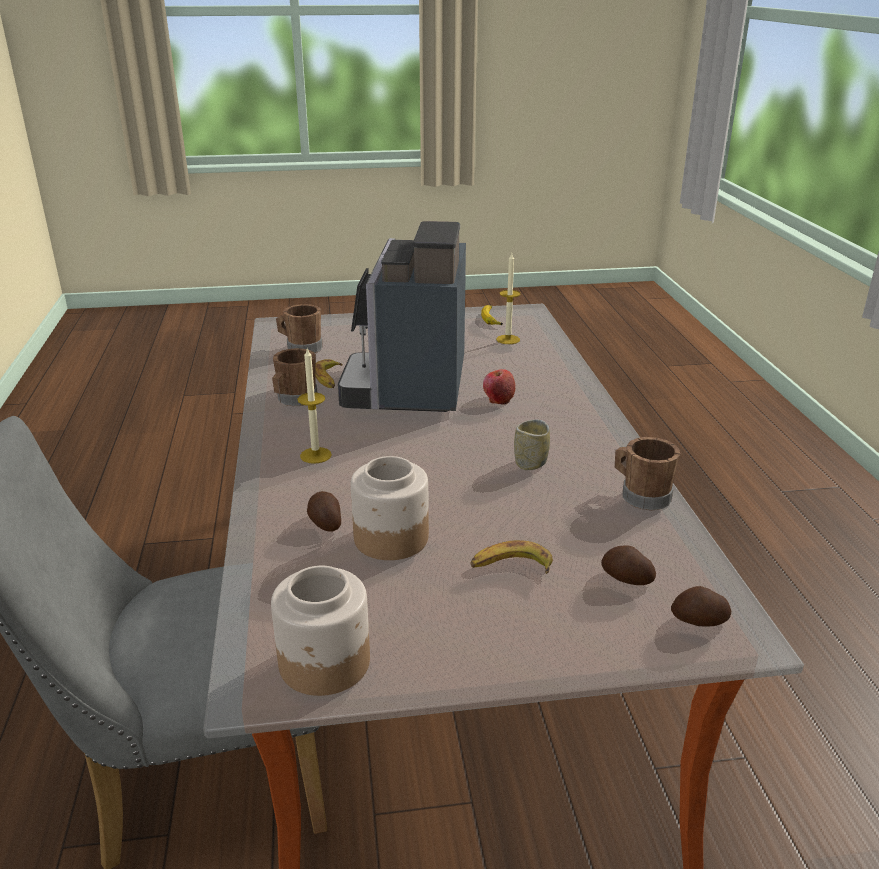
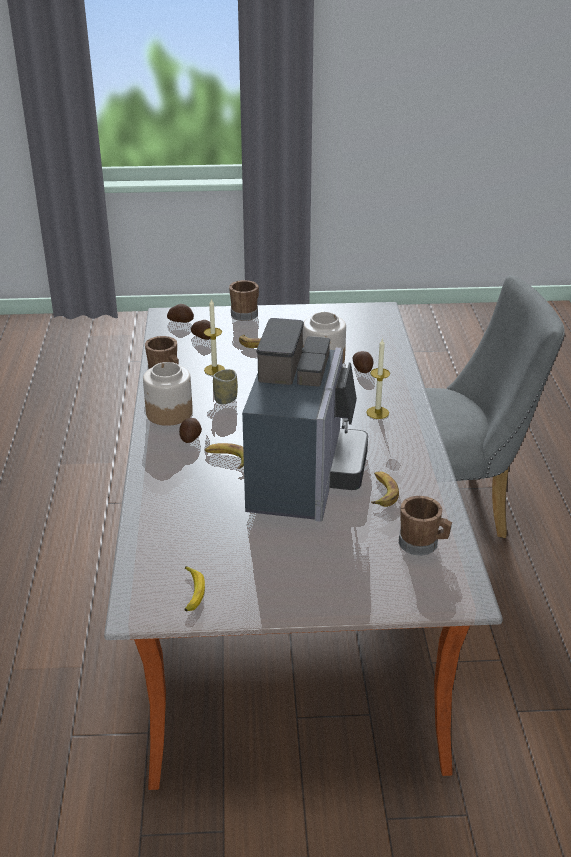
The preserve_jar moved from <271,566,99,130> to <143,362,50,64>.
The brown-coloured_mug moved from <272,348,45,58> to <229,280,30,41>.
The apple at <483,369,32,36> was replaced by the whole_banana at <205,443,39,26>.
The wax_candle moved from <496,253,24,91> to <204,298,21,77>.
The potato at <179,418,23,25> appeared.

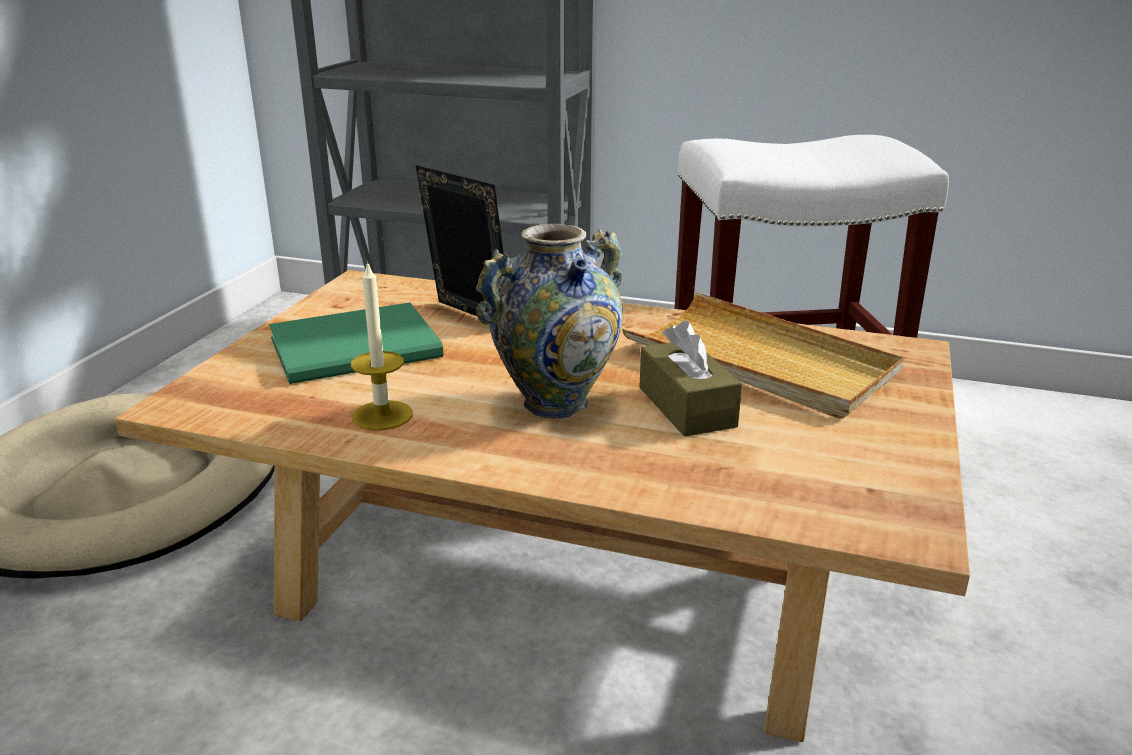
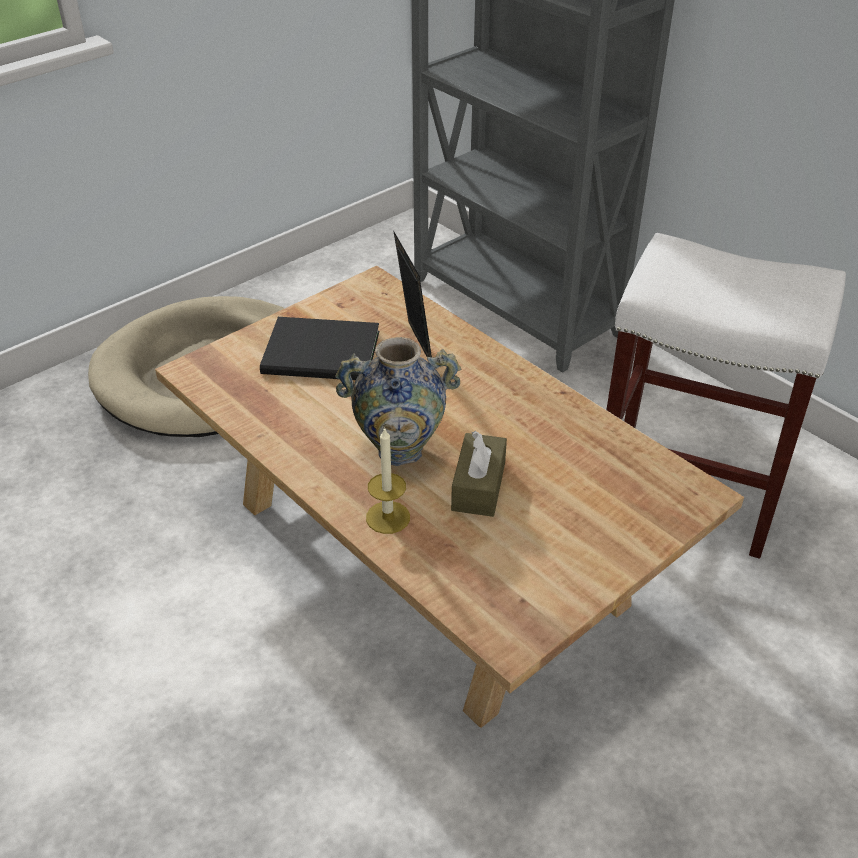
The greenish_book at <269,302,175,82> became the blackish_book at <260,317,119,63>.
The wax_candle moved from <351,260,62,171> to <366,427,44,107>.
The beige-coloured_carrying_tray at <622,292,282,127> disappeared.

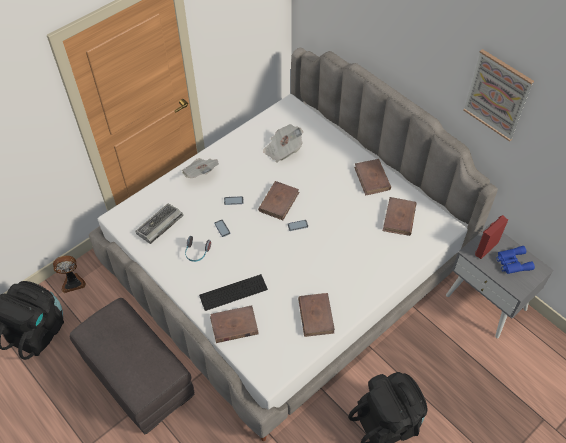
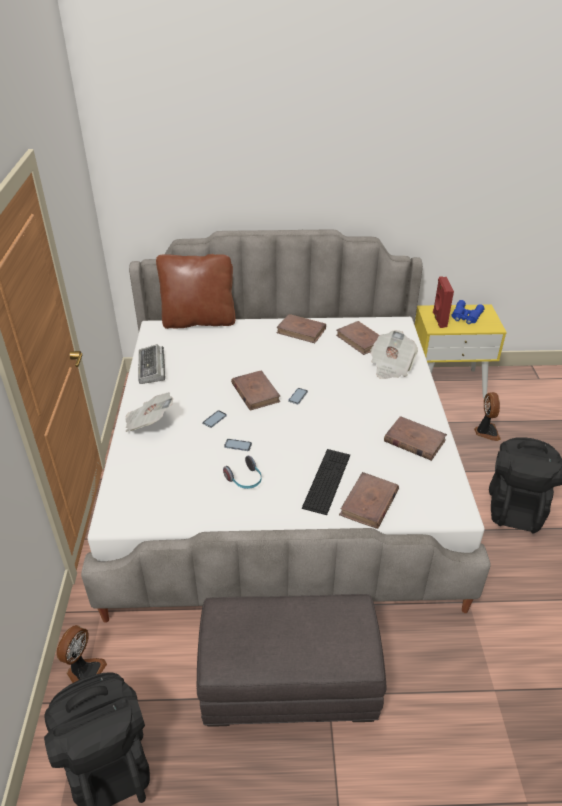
The computer_keyboard moved from <135,204,48,40> to <139,344,26,40>.
The newspaper moved from <263,124,40,38> to <370,330,48,49>.
The gray_bedside_table at <446,223,108,115> became the yellowish_bedside_table at <415,304,92,95>.
The wall_art at <463,49,71,93> disappeared.
The brown-coloured_throw_pillow at <156,254,79,75> appeared.
The fan at <474,392,27,49> appeared.

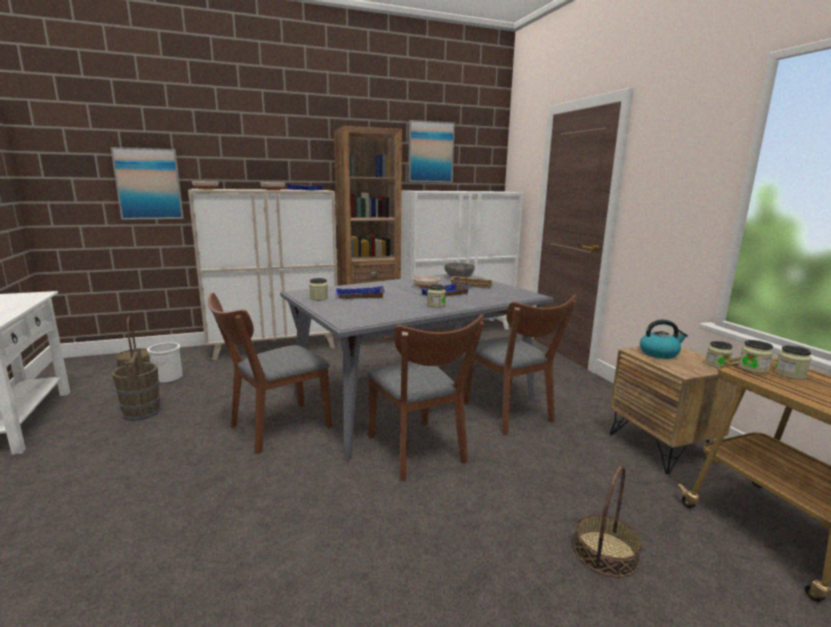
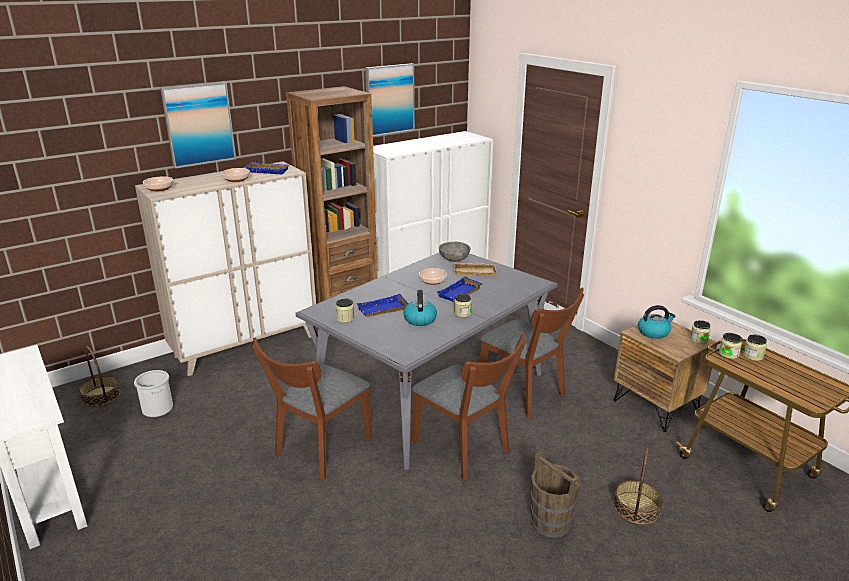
The wall_art moved from <110,147,74,73> to <160,82,76,86>.
The brown-coloured_bucket moved from <112,348,49,73> to <531,451,49,87>.
The water_kettle at <403,290,34,36> appeared.

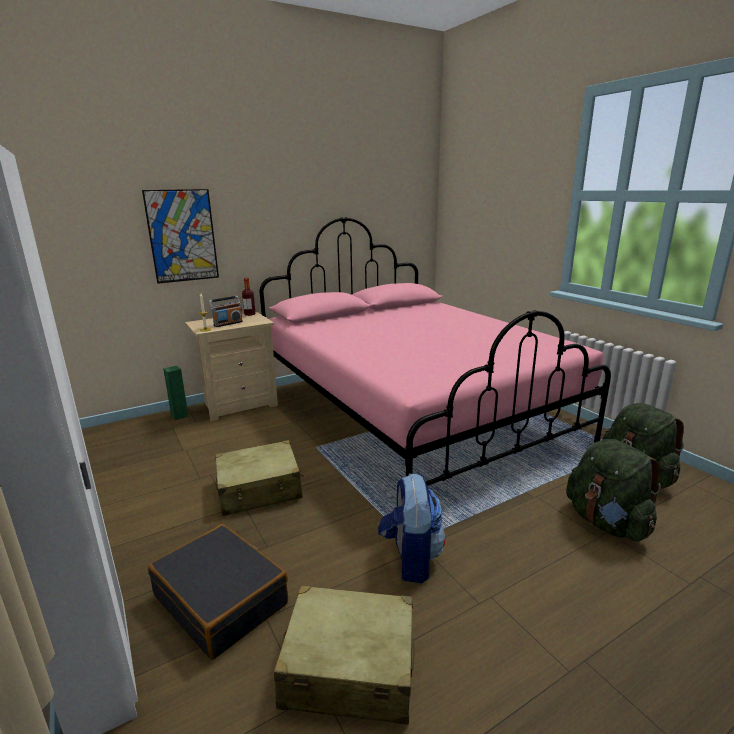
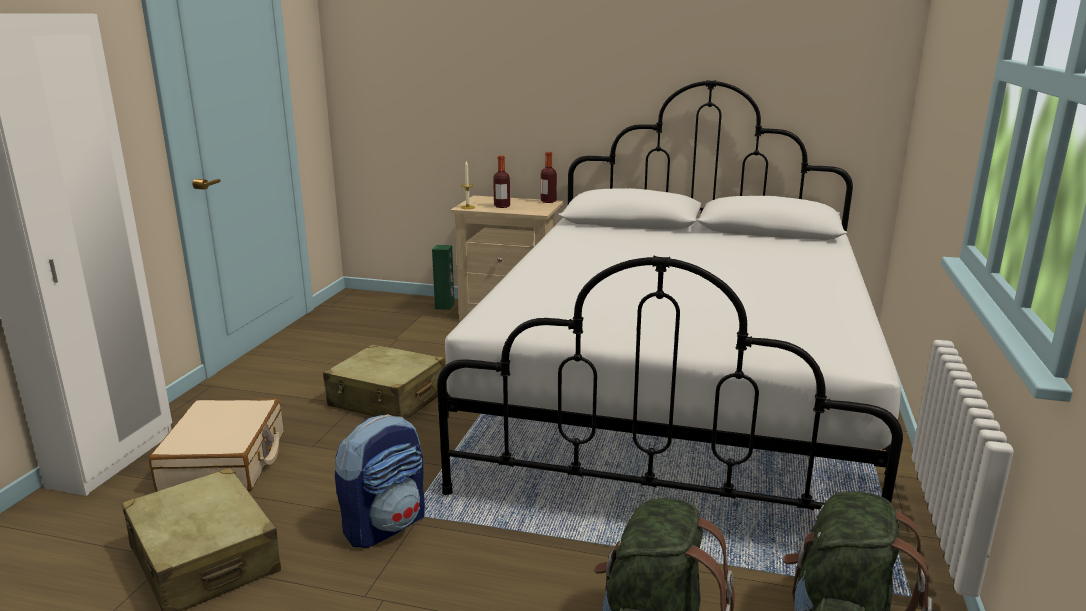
The wall_art at <142,189,77,95> disappeared.
The blackish_travel_case at <148,524,140,136> became the beige-coloured_travel_case at <149,399,135,93>.
The radio_receiver at <209,296,34,31> was replaced by the drink_bottle at <493,155,17,53>.
The pink_bed at <260,217,351,269> became the white_bed at <437,80,466,430>.

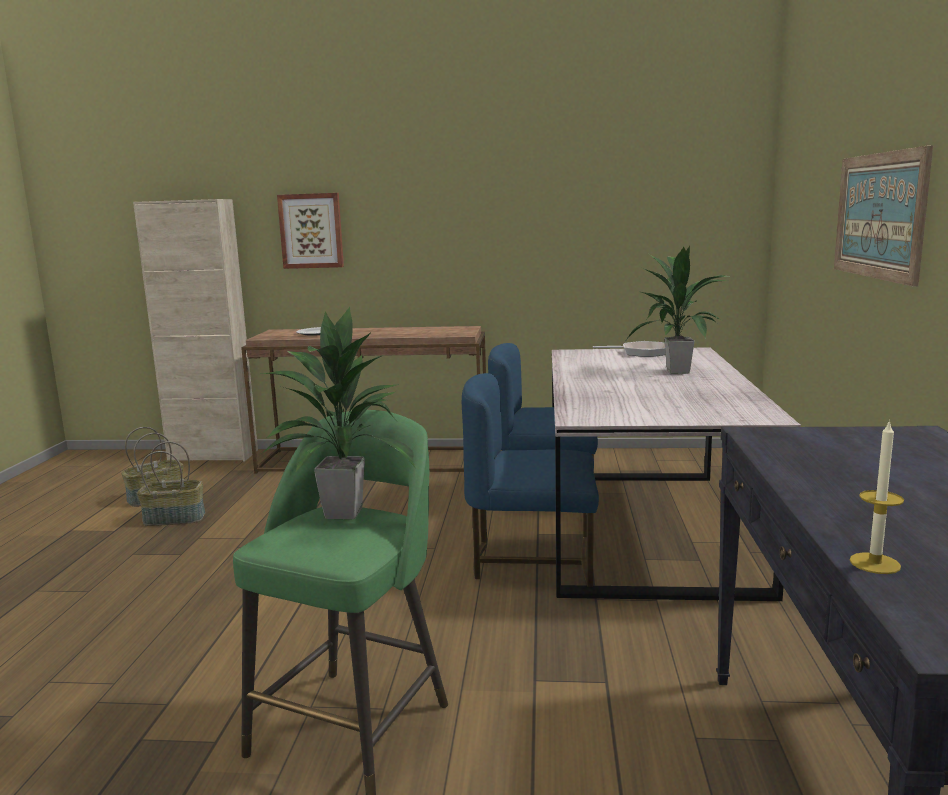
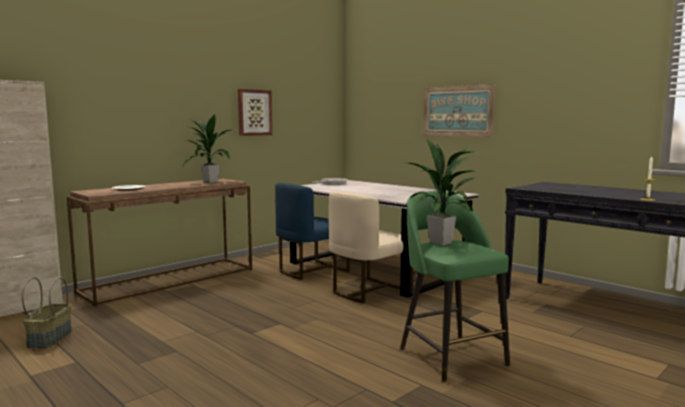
The basket at <137,441,68,85> disappeared.
The wall_art moved from <277,193,67,76> to <238,89,34,47>.
The blue_chair at <462,373,137,214> became the beige-coloured_chair at <329,191,84,112>.
The plant_in_a_pot moved from <624,245,105,129> to <182,114,56,69>.

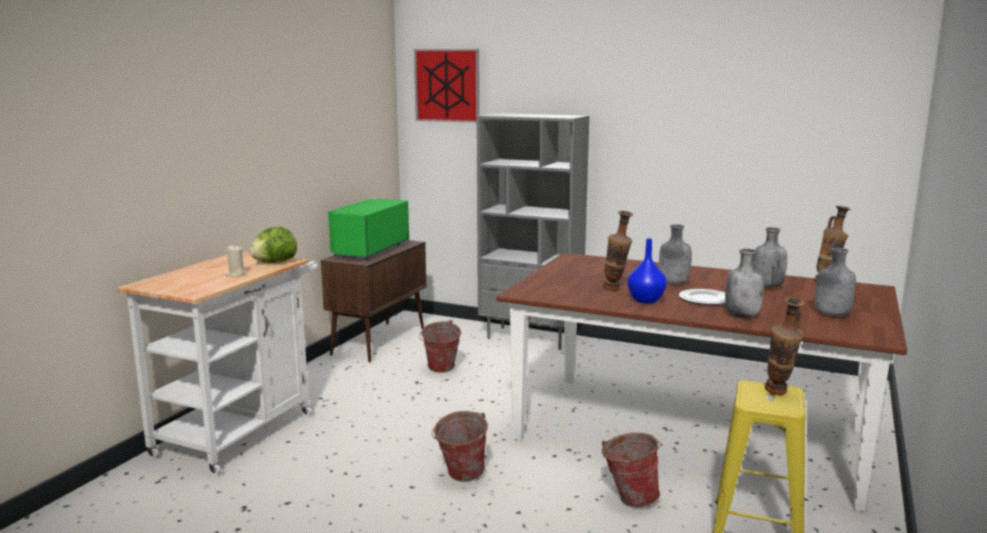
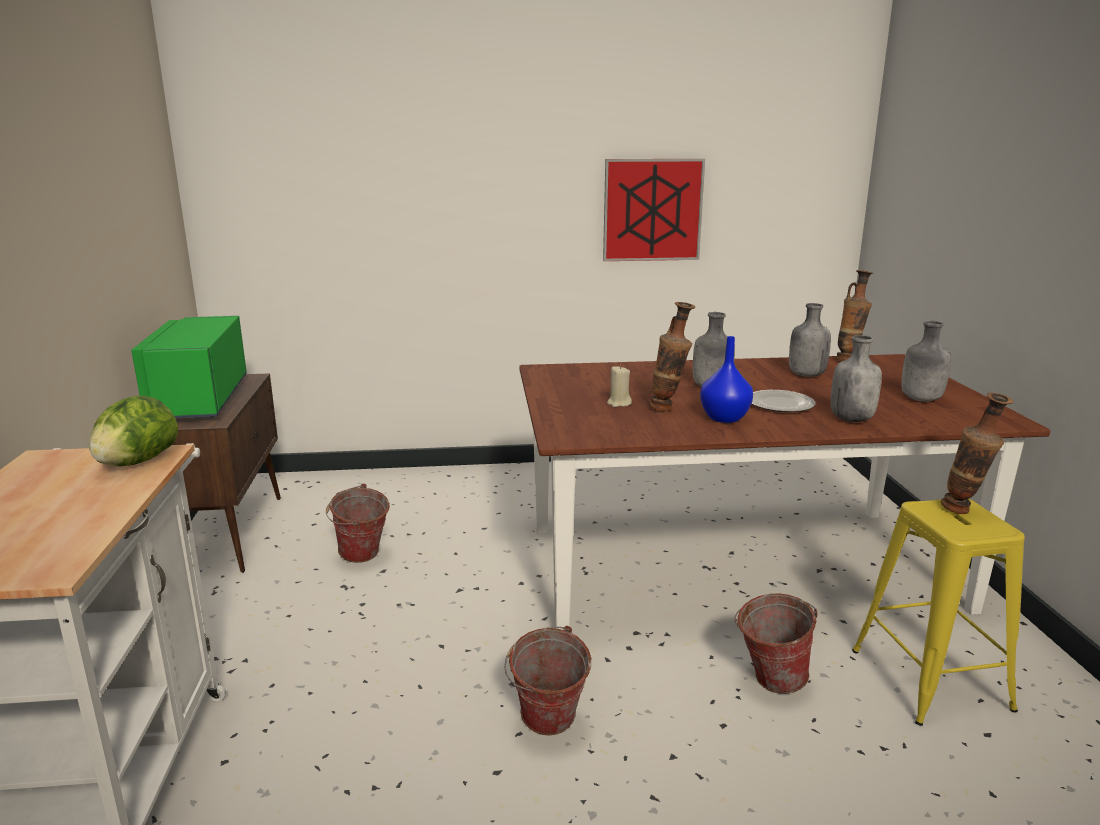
The beige-coloured_wax_candle moved from <226,245,20,32> to <607,365,25,42>.
The wall_art moved from <414,49,65,74> to <603,159,102,102>.
The gray_shelving_unit at <477,113,112,237> disappeared.

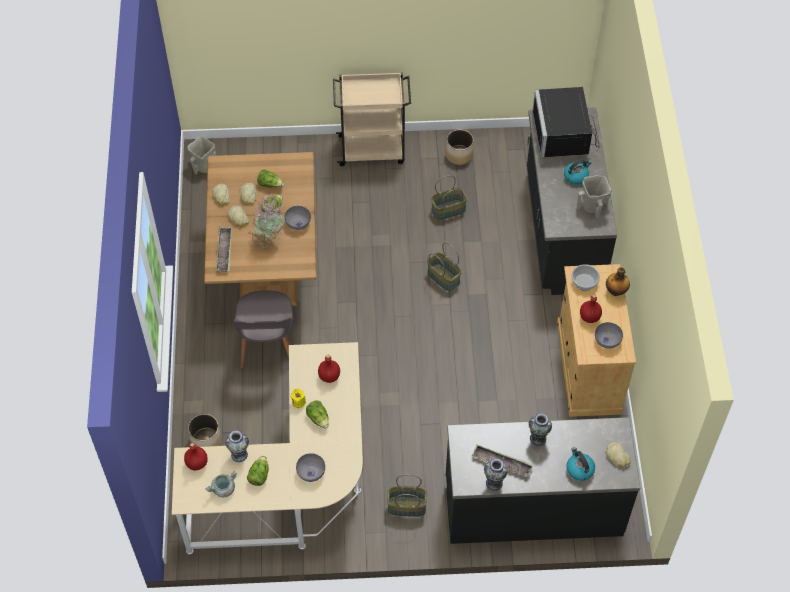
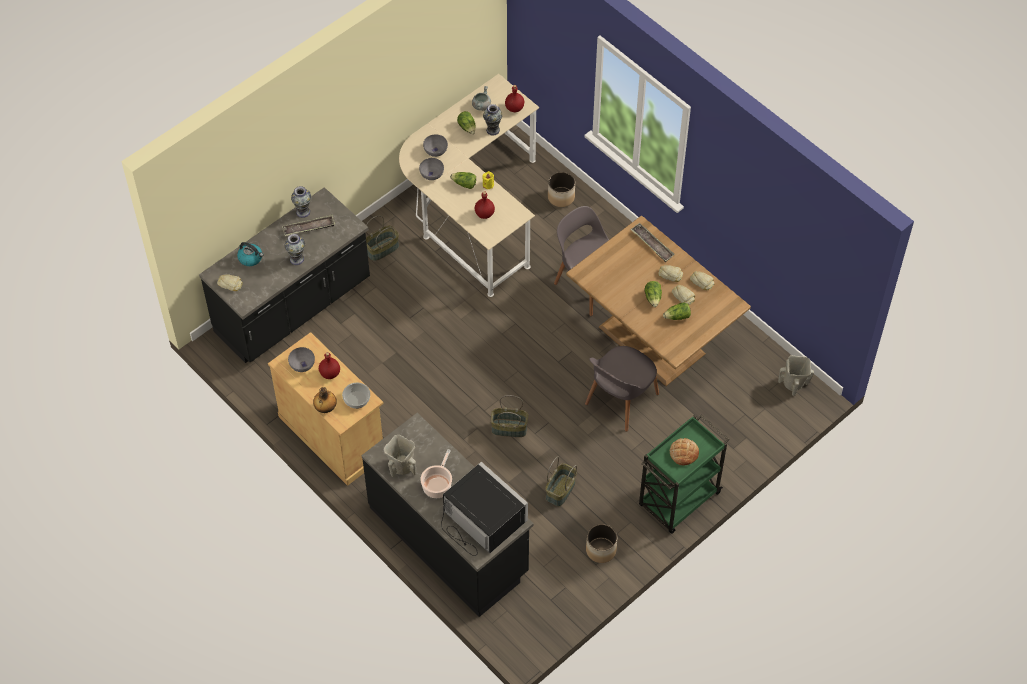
The plant_in_a_pot at <248,194,37,55> disappeared.
The gray_bowl moved from <285,206,26,24> to <419,158,25,22>.
The beige-coloured_trolley at <333,72,78,94> became the greenish_trolley at <639,414,90,120>.
The water_kettle at <564,160,27,25> was replaced by the saucepot at <420,449,32,49>.
The gray_chair at <585,346,74,86> appeared.
The bread at <670,438,29,28> appeared.

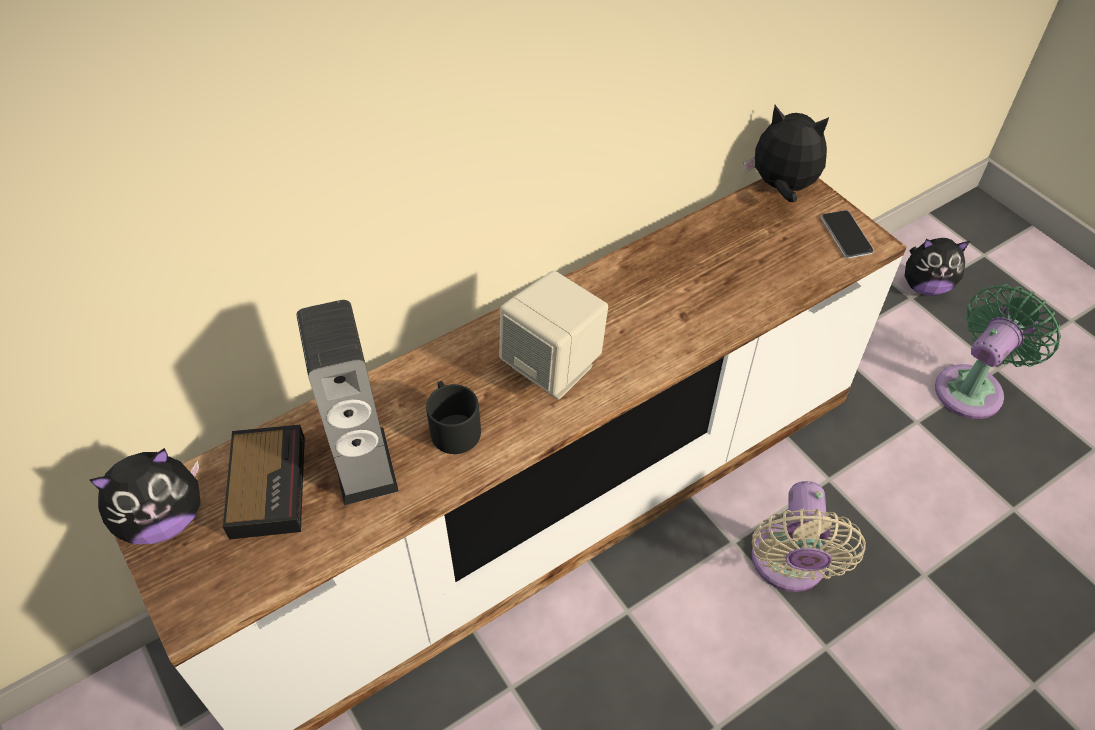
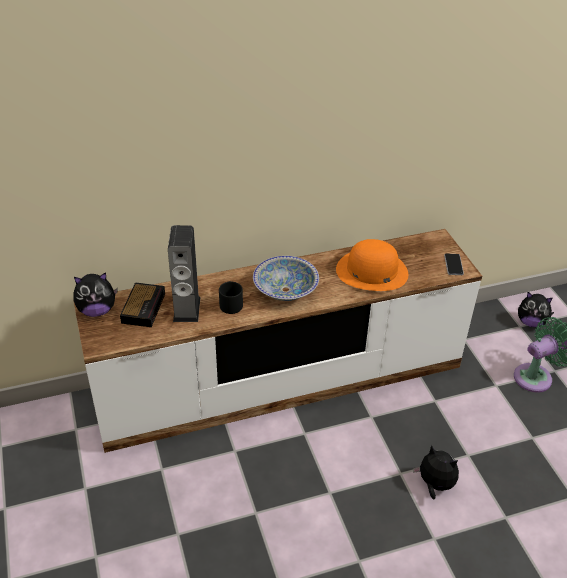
The beige-coloured_speaker at <499,271,109,129> was replaced by the bowl at <253,256,66,45>.
The soft_toy moved from <744,105,85,97> to <413,445,46,55>.
The beige-coloured_fan at <752,481,114,111> disappeared.
The orange_clothing_hat at <336,239,72,52> appeared.

